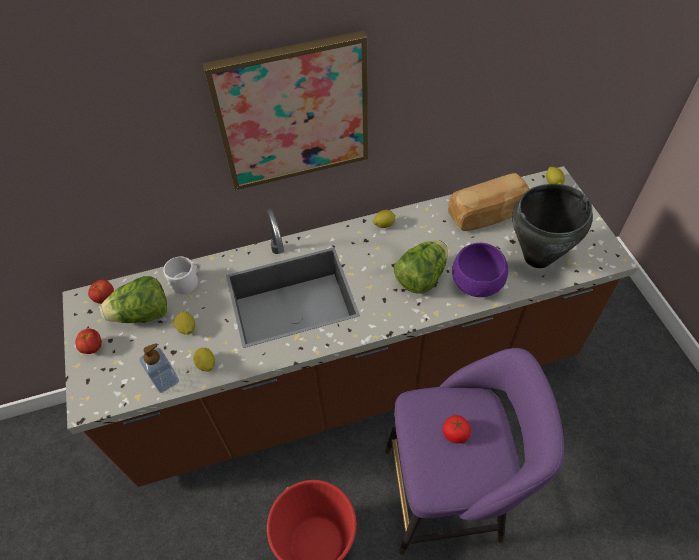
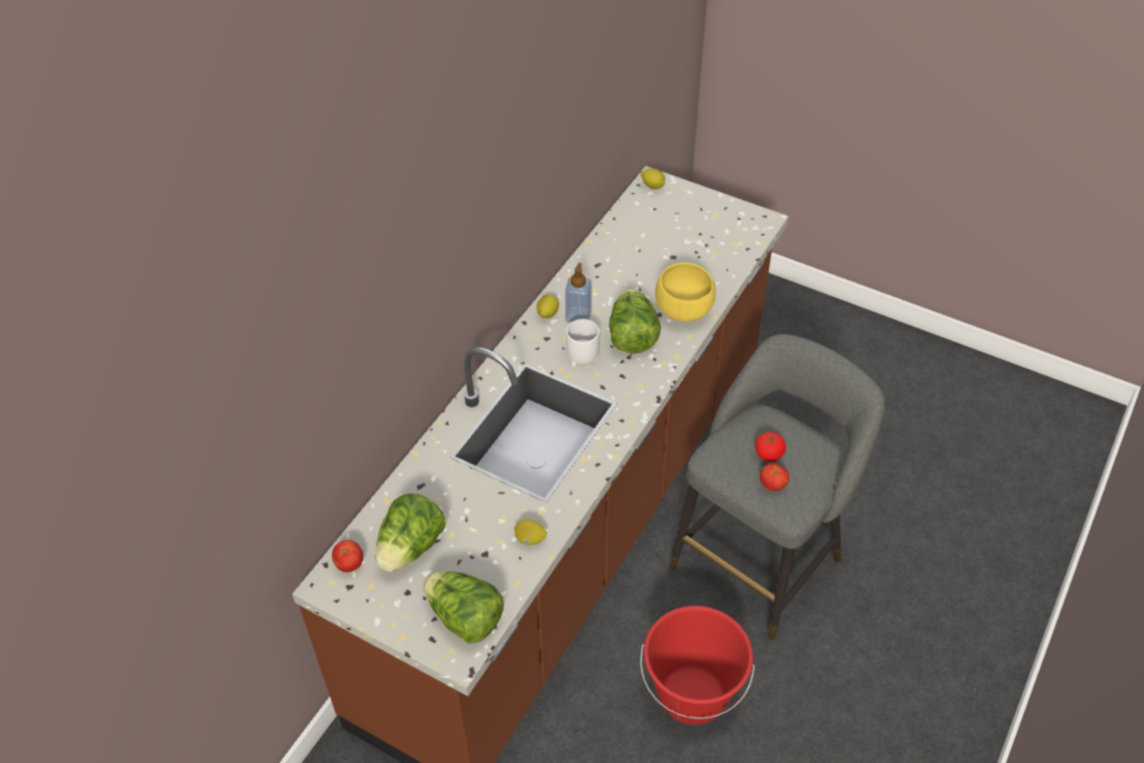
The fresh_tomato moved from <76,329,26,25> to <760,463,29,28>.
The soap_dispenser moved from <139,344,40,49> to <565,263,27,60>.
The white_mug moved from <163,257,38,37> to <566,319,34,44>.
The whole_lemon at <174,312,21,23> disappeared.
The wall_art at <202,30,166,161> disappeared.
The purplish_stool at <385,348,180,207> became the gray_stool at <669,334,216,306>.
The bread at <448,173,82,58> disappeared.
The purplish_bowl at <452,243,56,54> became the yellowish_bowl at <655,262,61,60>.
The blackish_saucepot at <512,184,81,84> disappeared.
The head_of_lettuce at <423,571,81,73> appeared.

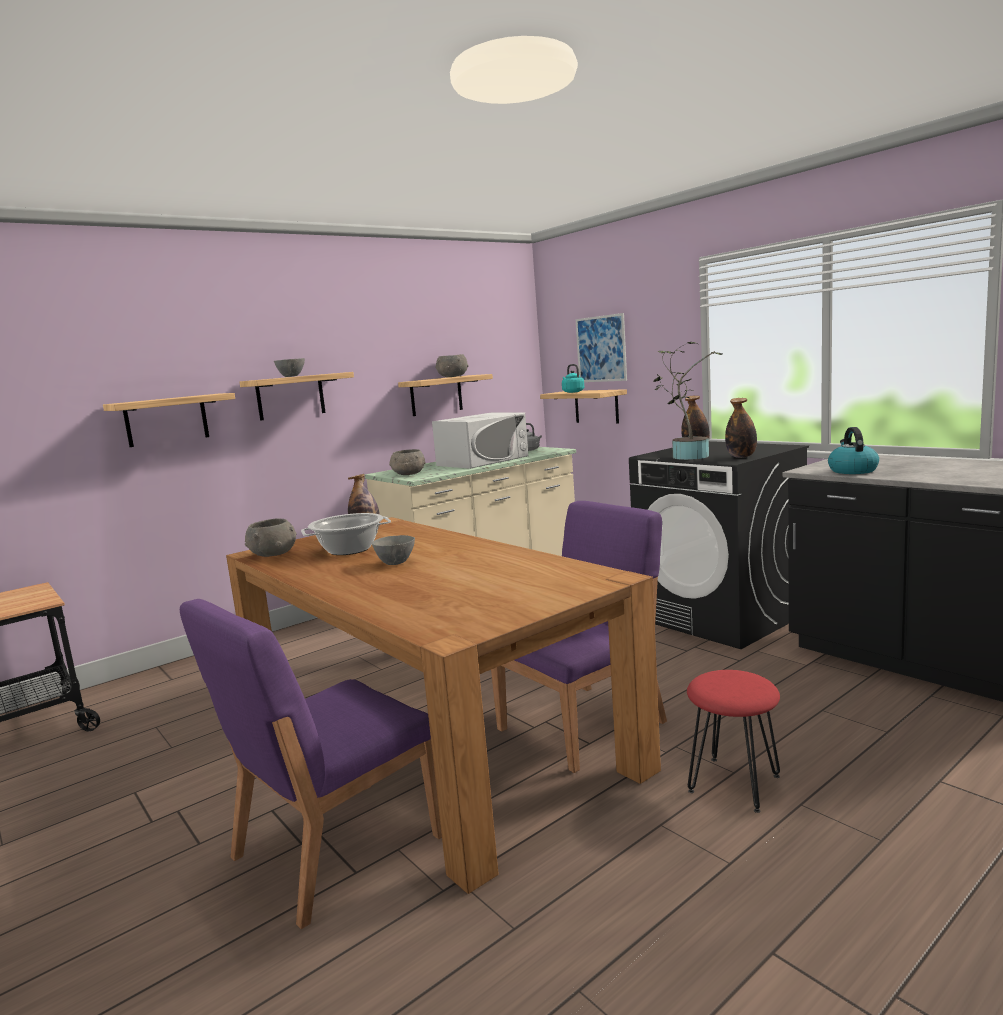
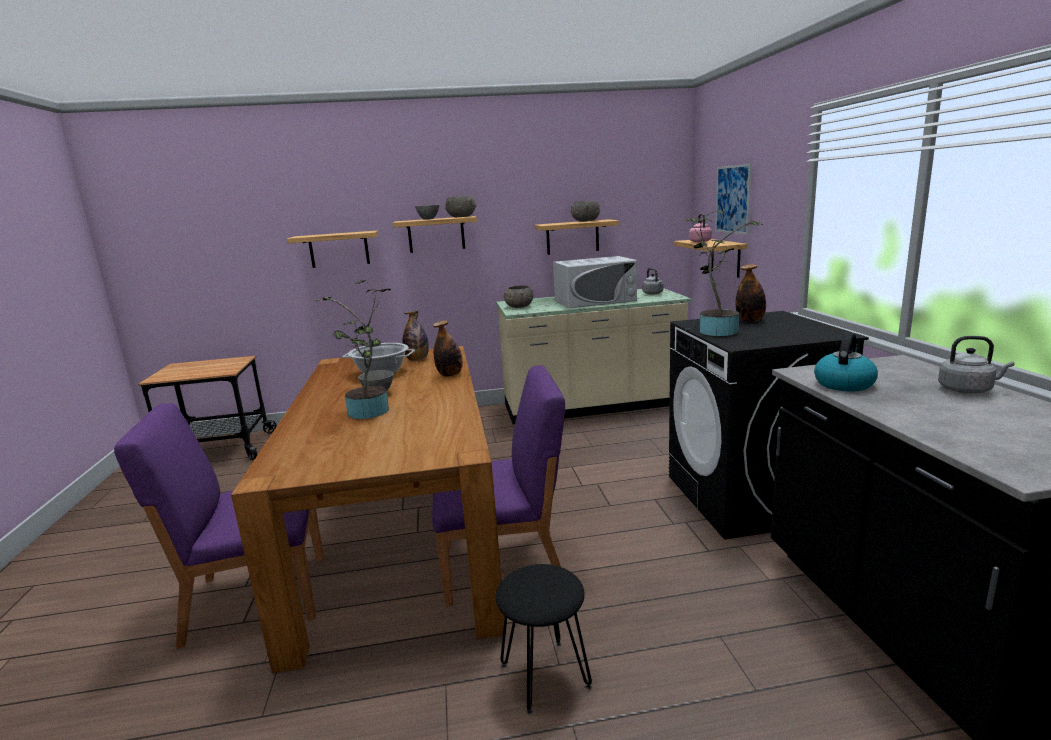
The gray_bowl moved from <245,518,51,39> to <445,196,31,21>.
The turquoise-coloured_water_kettle at <562,364,22,29> became the pink_water_kettle at <689,214,23,28>.
The reddish_stool at <687,670,93,143> became the blackish_stool at <496,564,96,150>.
The drink_bottle moved from <725,398,32,60> to <433,321,30,56>.
The plant_in_a_pot at <315,280,76,139> appeared.
The gray_water_kettle at <938,336,76,58> appeared.

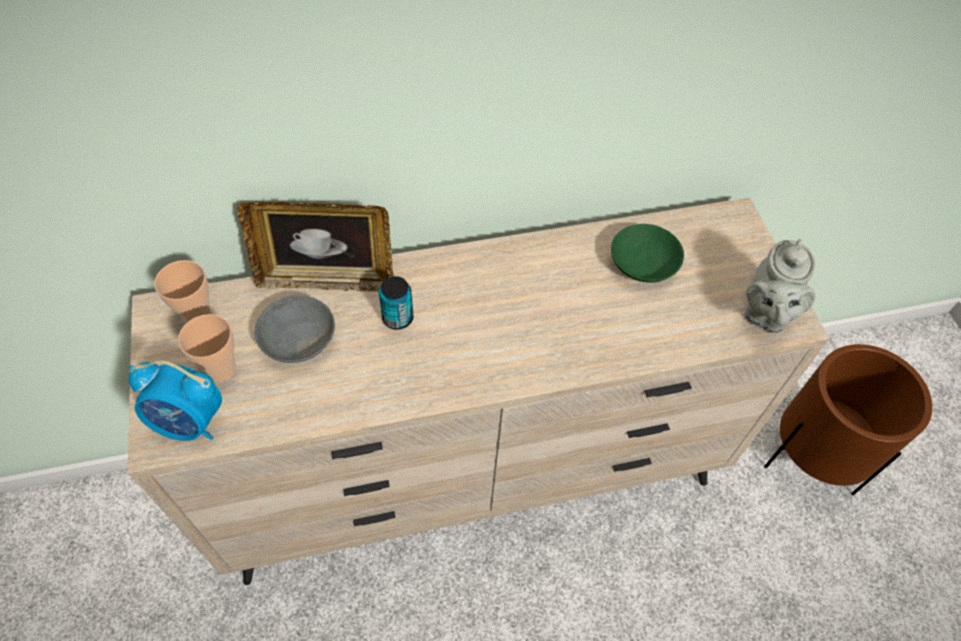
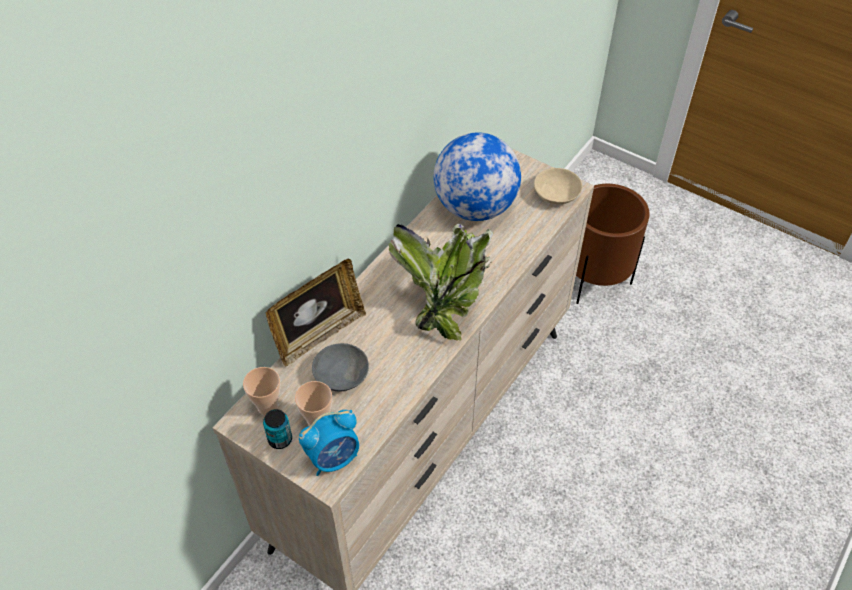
The sealed_can moved from <379,276,34,54> to <263,409,29,40>.
The greenish_bowl at <611,224,73,59> was replaced by the desk_globe at <433,132,88,89>.
The gray_tea_pot at <745,239,71,94> was replaced by the beige-coloured_bowl at <534,168,48,36>.
The plant_in_a_pot at <388,224,105,117> appeared.

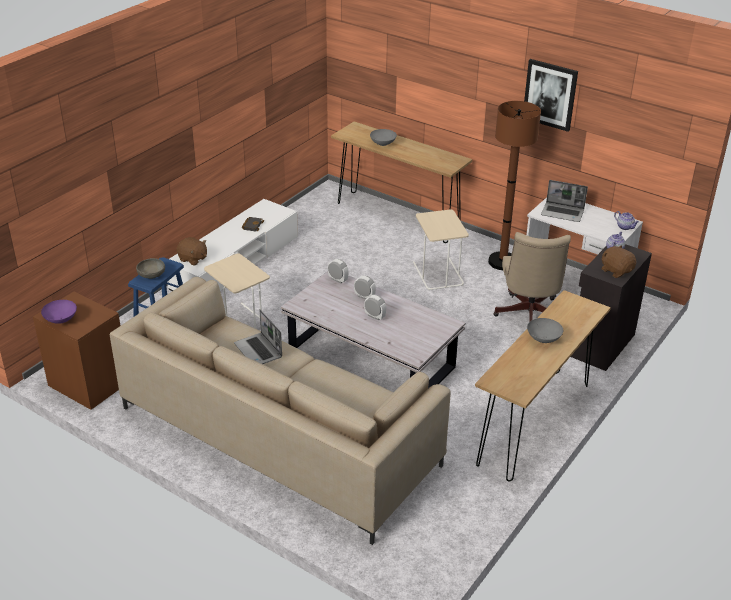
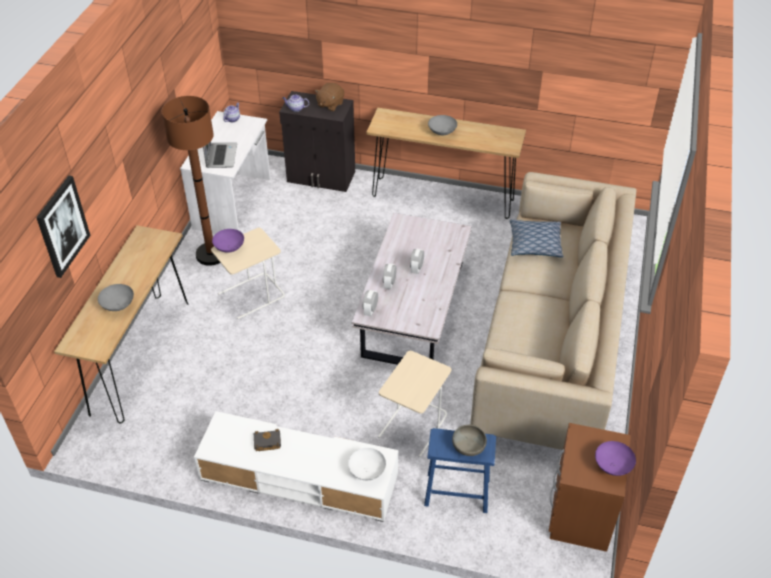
The brown-coloured_soft_toy at <176,237,31,29> was replaced by the white_bowl at <348,448,38,32>.
The laptop at <234,310,48,54> disappeared.
The beige-coloured_computer_chair at <493,232,78,90> disappeared.
The wall_art moved from <524,59,54,73> to <36,176,54,102>.
The purplish_bowl at <212,229,32,24> appeared.
The throw_pillow at <510,219,54,39> appeared.

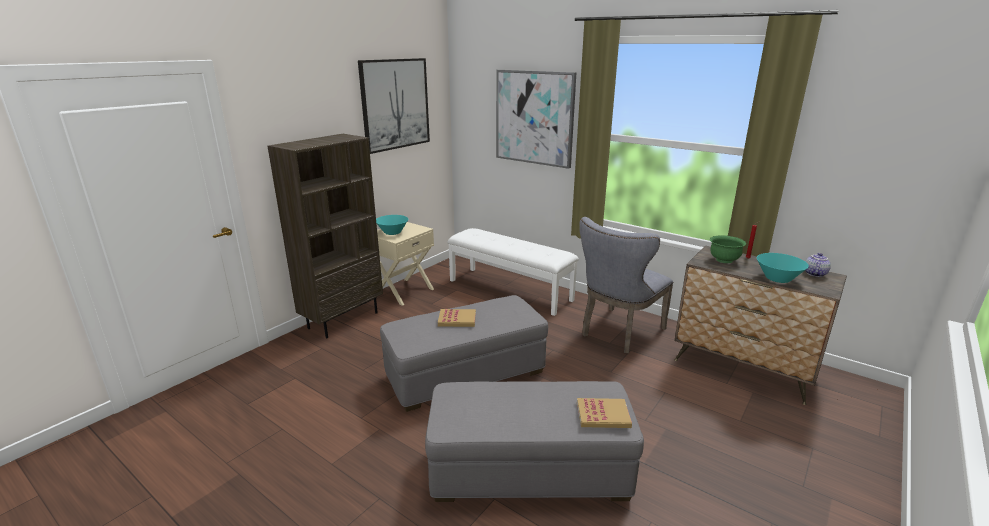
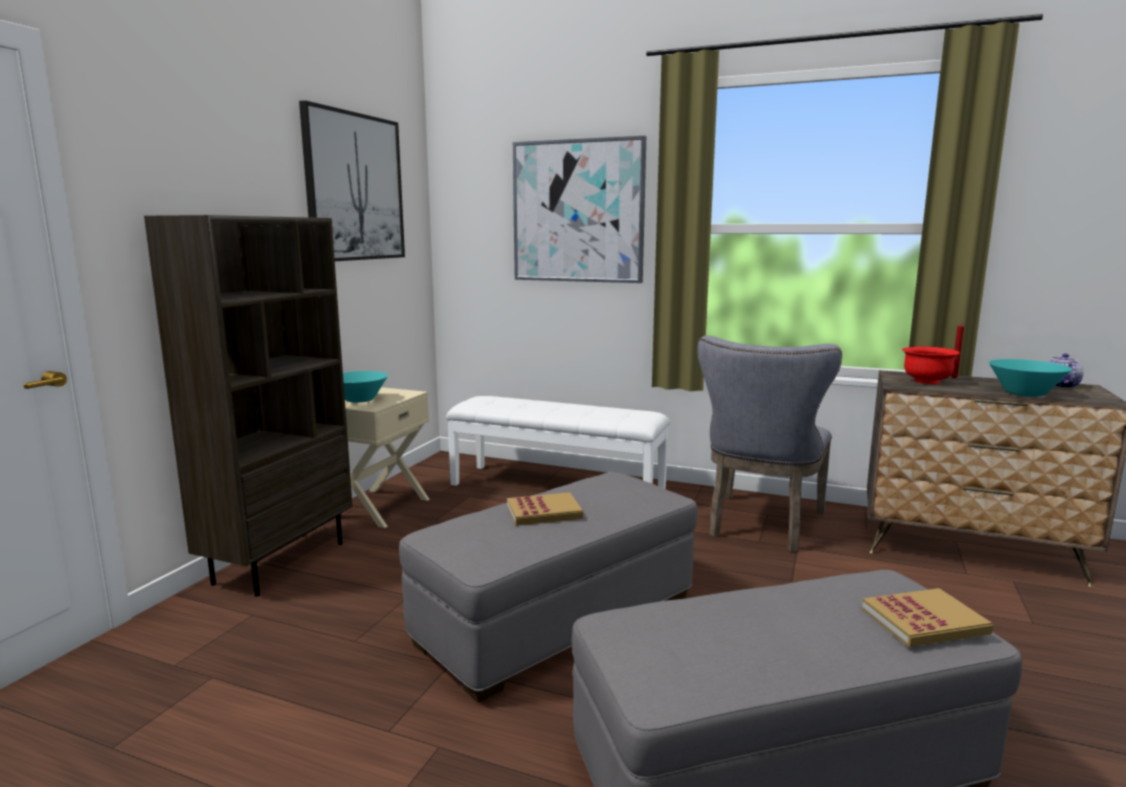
The greenish_bowl at <710,235,36,28> became the reddish_bowl at <902,347,58,37>.

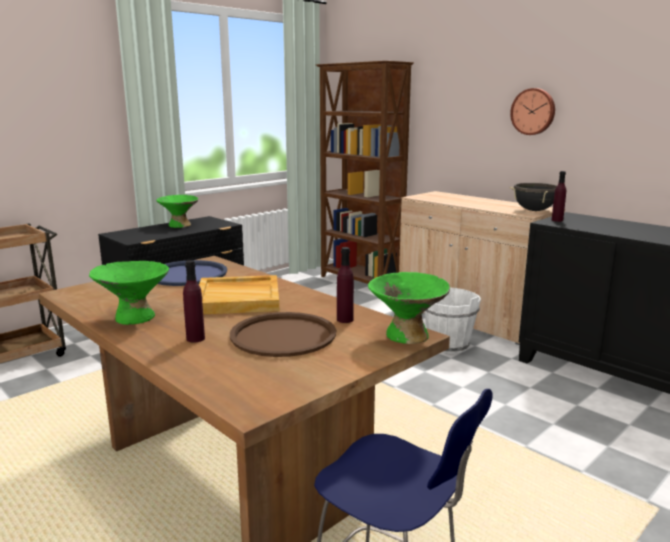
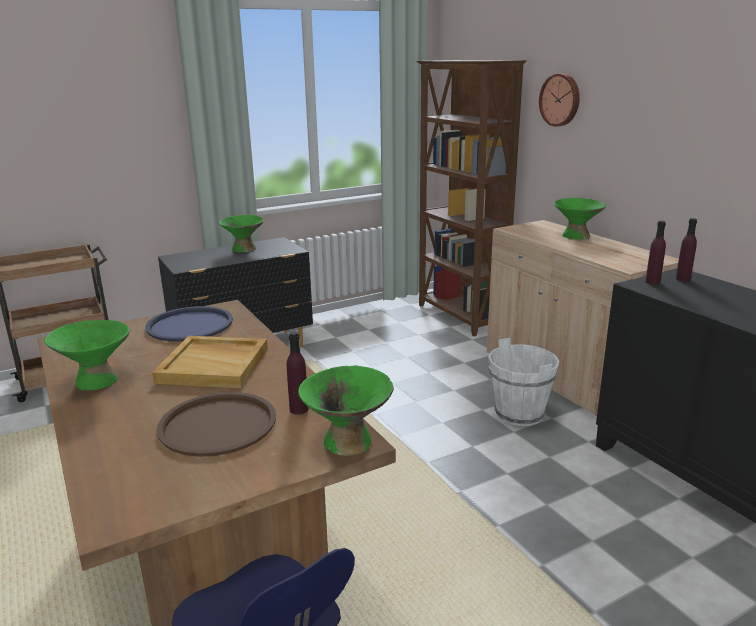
The purplish_drink_bottle moved from <183,260,22,83> to <676,218,21,64>.
The blackish_saucepot at <509,183,48,28> disappeared.
The hanging_clock moved from <510,88,45,47> to <539,74,41,52>.
The greenish_bowl at <554,198,52,41> appeared.

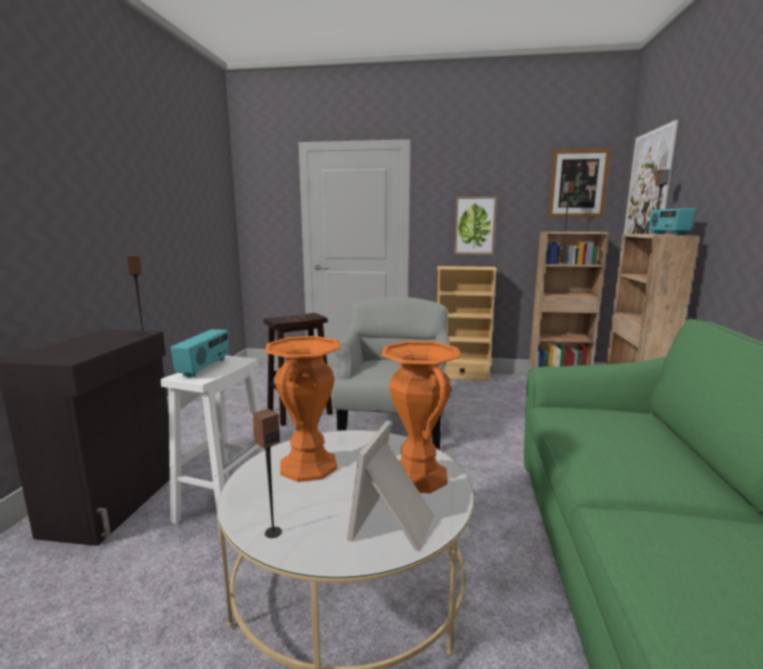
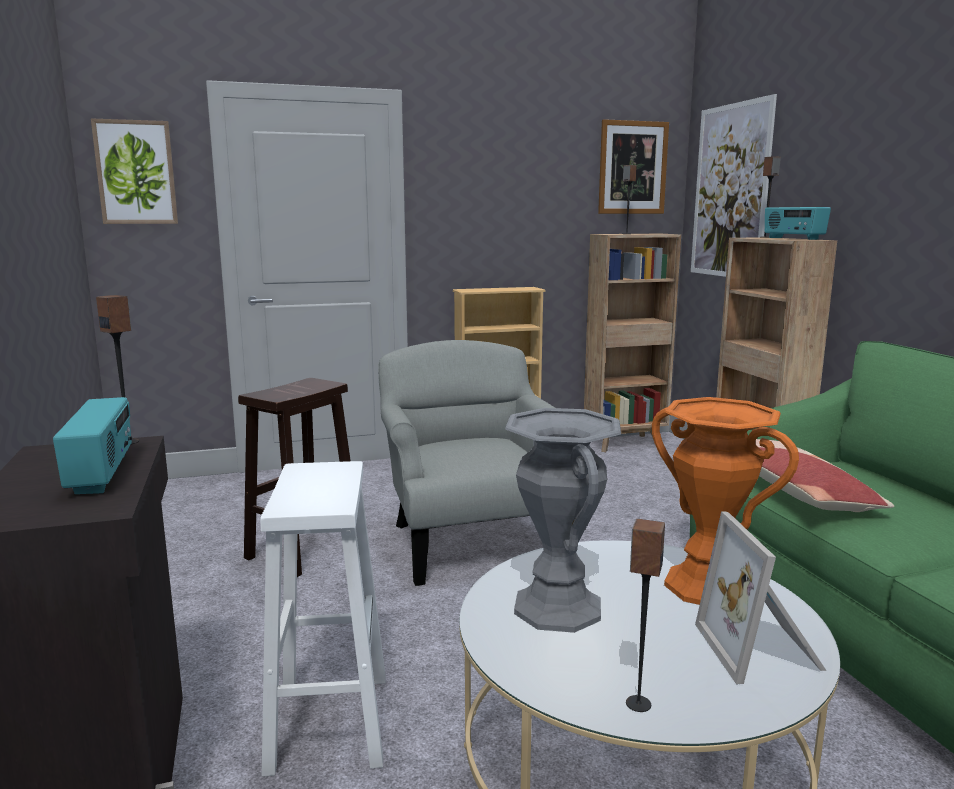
The radio_receiver moved from <171,329,58,49> to <53,397,79,97>.
The orange_vase at <265,336,77,146> became the gray_vase at <505,408,116,225>.
The wall_art moved from <454,196,43,59> to <91,118,87,106>.
The throw_pillow at <755,439,139,73> appeared.

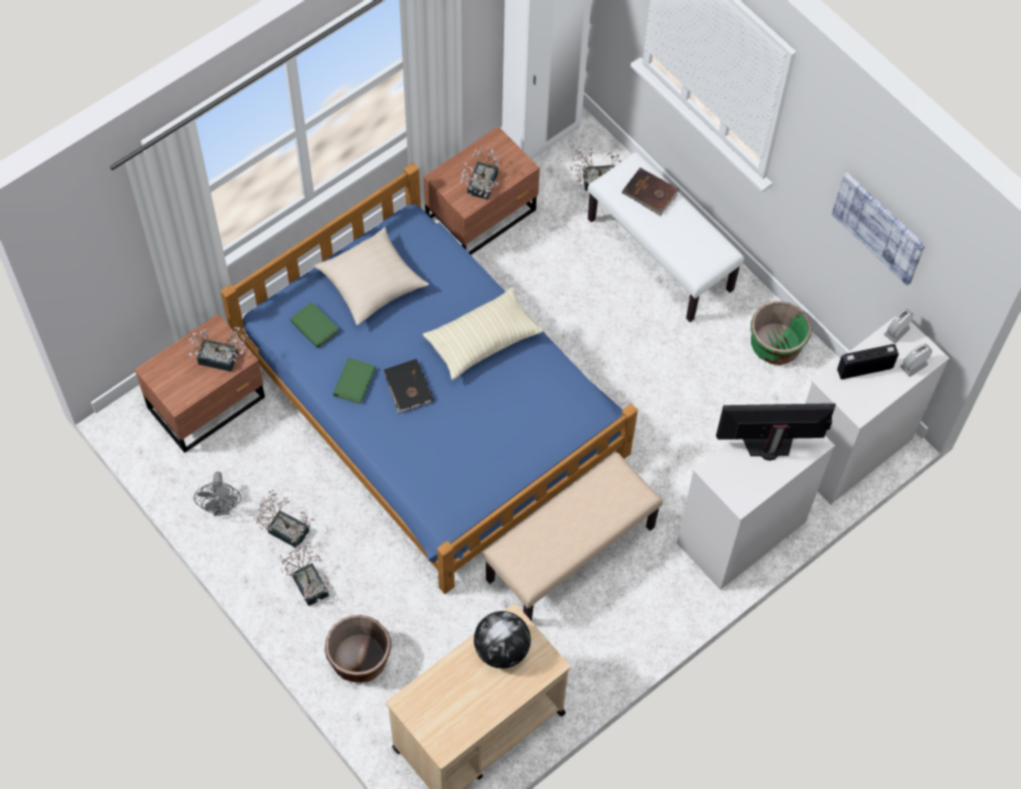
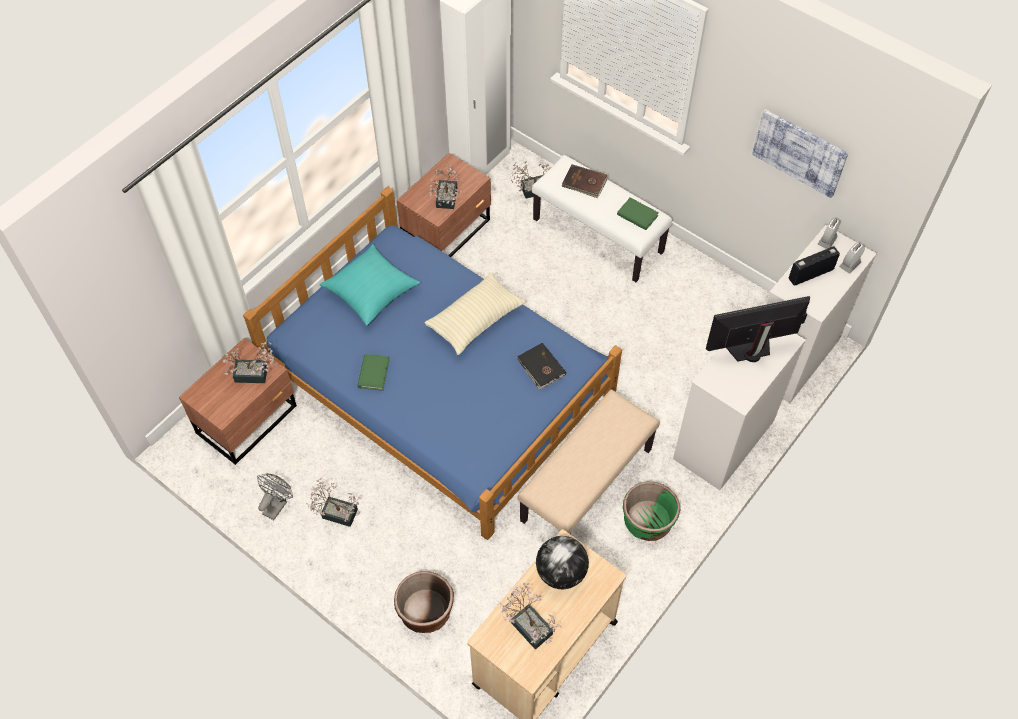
The gray_fan at <194,472,47,44> turned 135 degrees counterclockwise.
The plant_in_a_pot moved from <278,541,56,65> to <499,583,62,67>.
The greenish_book moved from <290,302,49,46> to <617,198,42,32>.
The beige-coloured_throw_pillow at <314,227,115,98> became the turquoise-coloured_throw_pillow at <320,244,101,82>.
The blackish_book moved from <383,359,51,54> to <517,343,49,47>.
The greenish_flower_pot moved from <751,301,61,64> to <623,482,57,59>.

